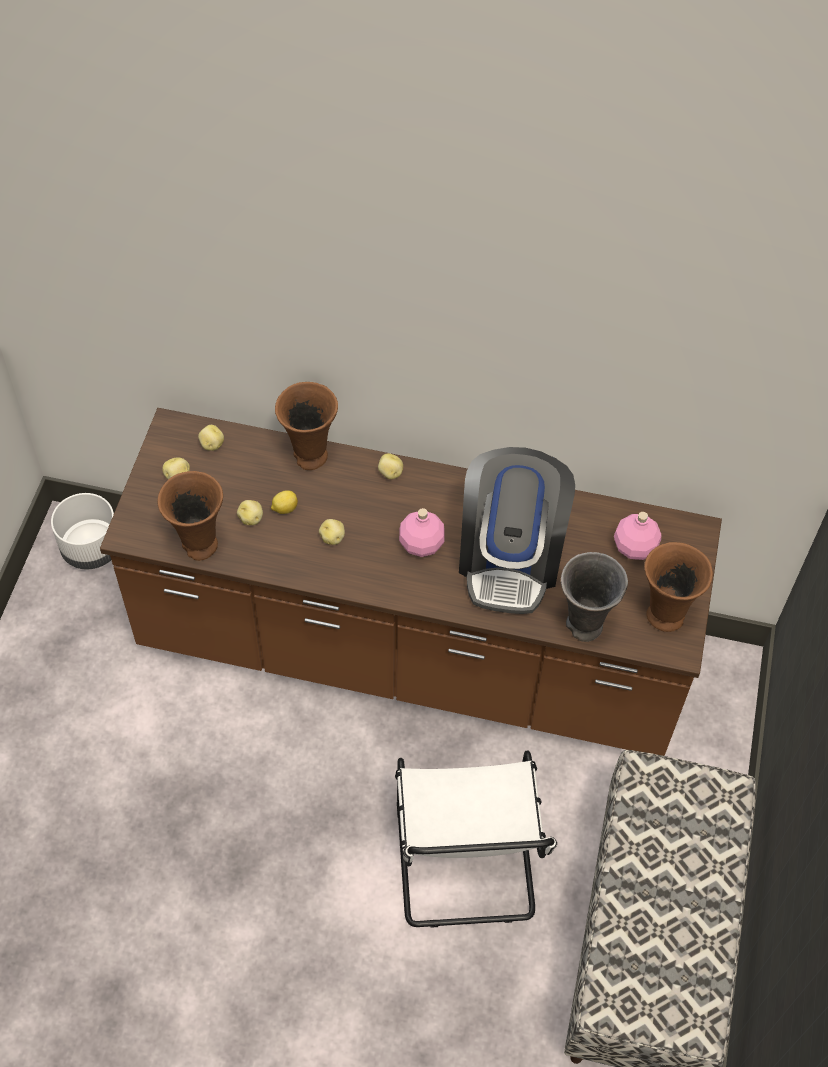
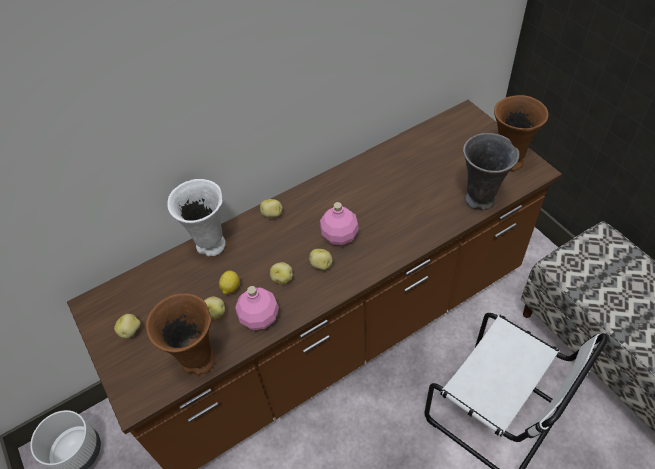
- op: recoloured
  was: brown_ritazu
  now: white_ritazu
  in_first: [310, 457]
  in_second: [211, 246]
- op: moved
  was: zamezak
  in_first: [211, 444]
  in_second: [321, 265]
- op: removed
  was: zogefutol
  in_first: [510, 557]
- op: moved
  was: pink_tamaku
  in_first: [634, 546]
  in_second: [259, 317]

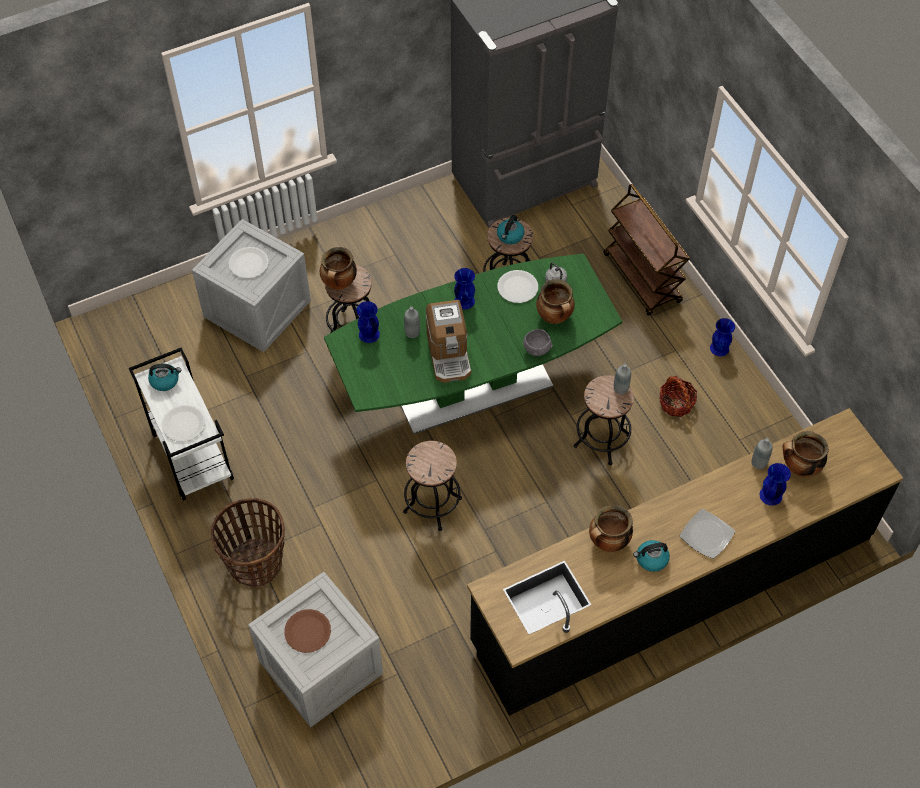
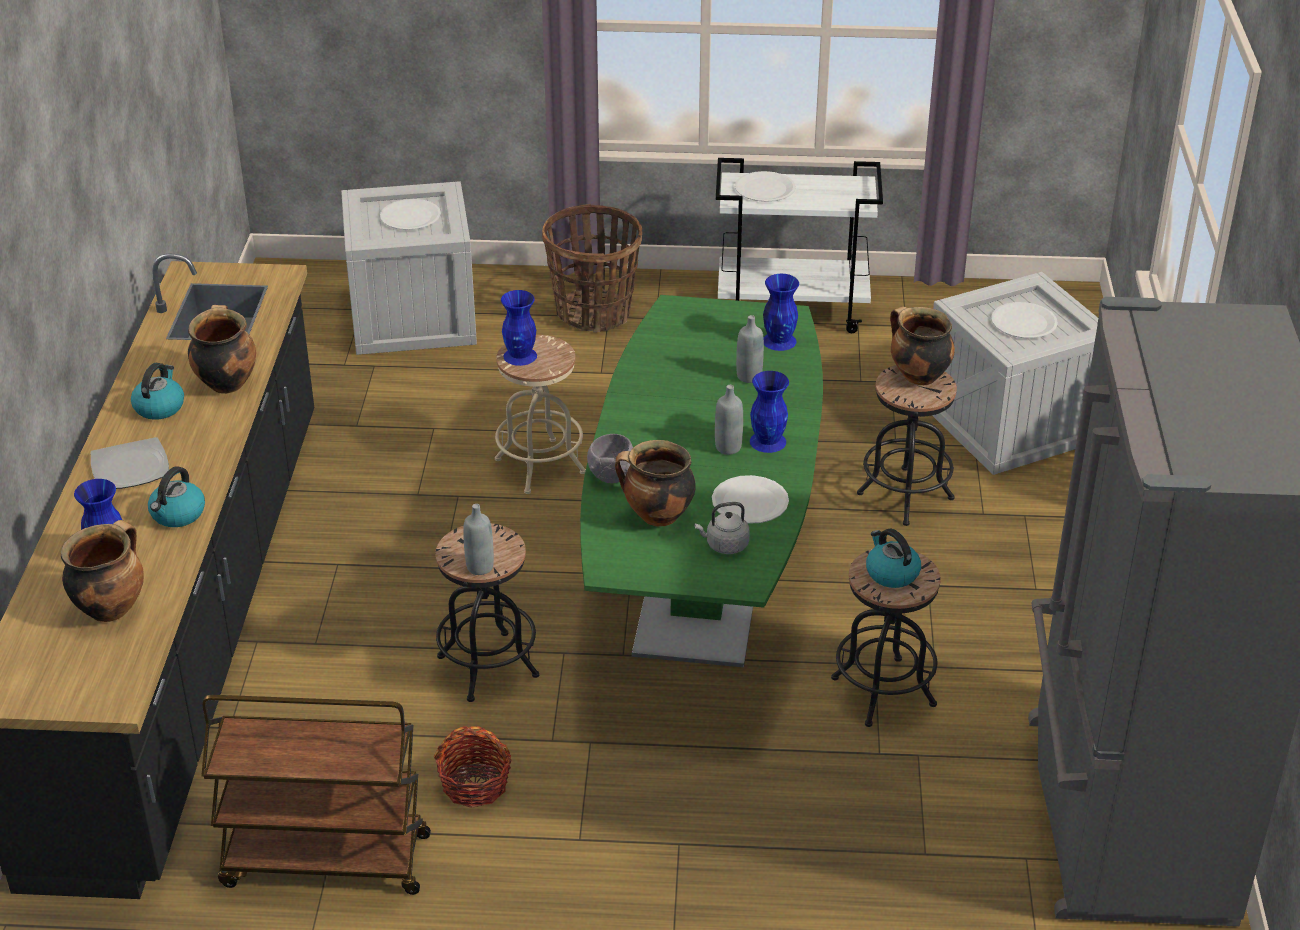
- op: moved
  was: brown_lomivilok
  in_first: [642, 279]
  in_second: [324, 861]
- op: removed
  was: zogefutol
  in_first: [448, 354]
- op: moved
  was: blue_ritazu
  in_first: [719, 348]
  in_second: [520, 356]
- op: moved
  was: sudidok
  in_first: [165, 380]
  in_second: [177, 514]
- op: moved
  was: grey_tamaku
  in_first: [759, 463]
  in_second: [728, 447]
- op: recoloured
  was: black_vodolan
  now: beige_vodolan
  in_first: [432, 505]
  in_second: [540, 466]
- op: recoloured
  was: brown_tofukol
  now: white_tofukol
  in_first: [307, 631]
  in_second: [410, 216]

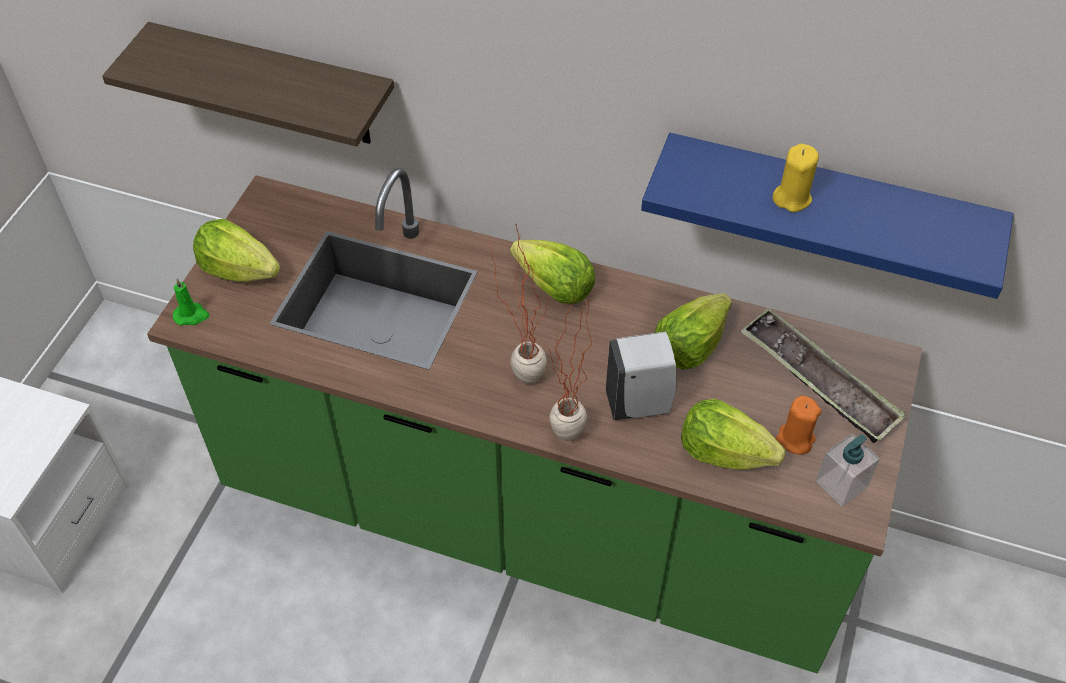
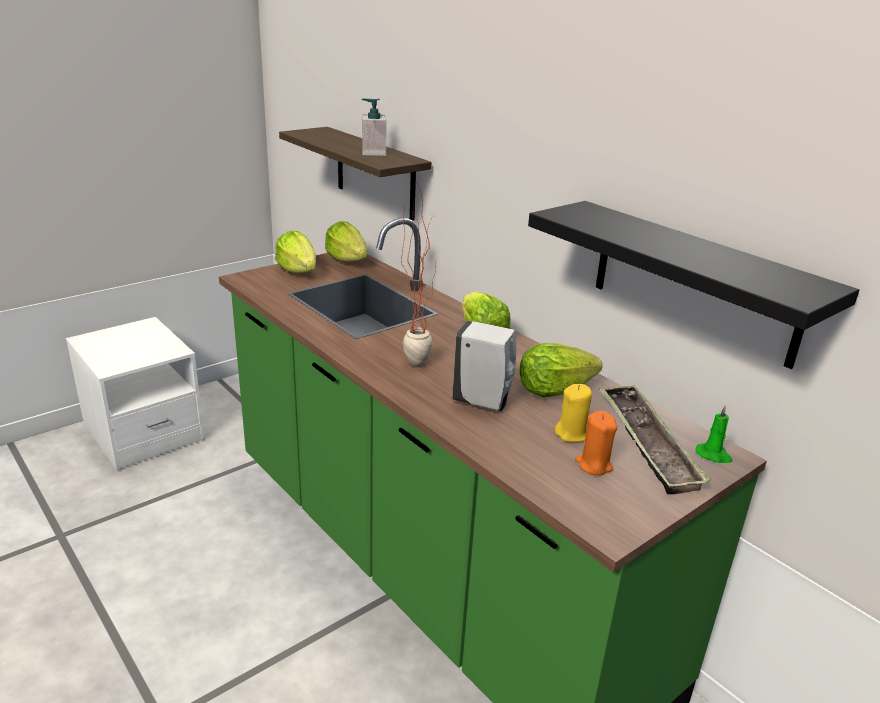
- op: recoloured
  was: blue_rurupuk
  now: black_rurupuk
  in_first: [826, 207]
  in_second: [694, 282]
- op: moved
  was: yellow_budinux
  in_first: [792, 198]
  in_second: [572, 434]
- op: moved
  was: green_budinux
  in_first: [191, 315]
  in_second: [713, 455]
- op: removed
  was: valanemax
  in_first: [563, 443]
- op: moved
  was: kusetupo
  in_first: [723, 452]
  in_second: [347, 260]
- op: moved
  was: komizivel
  in_first: [841, 484]
  in_second: [373, 152]

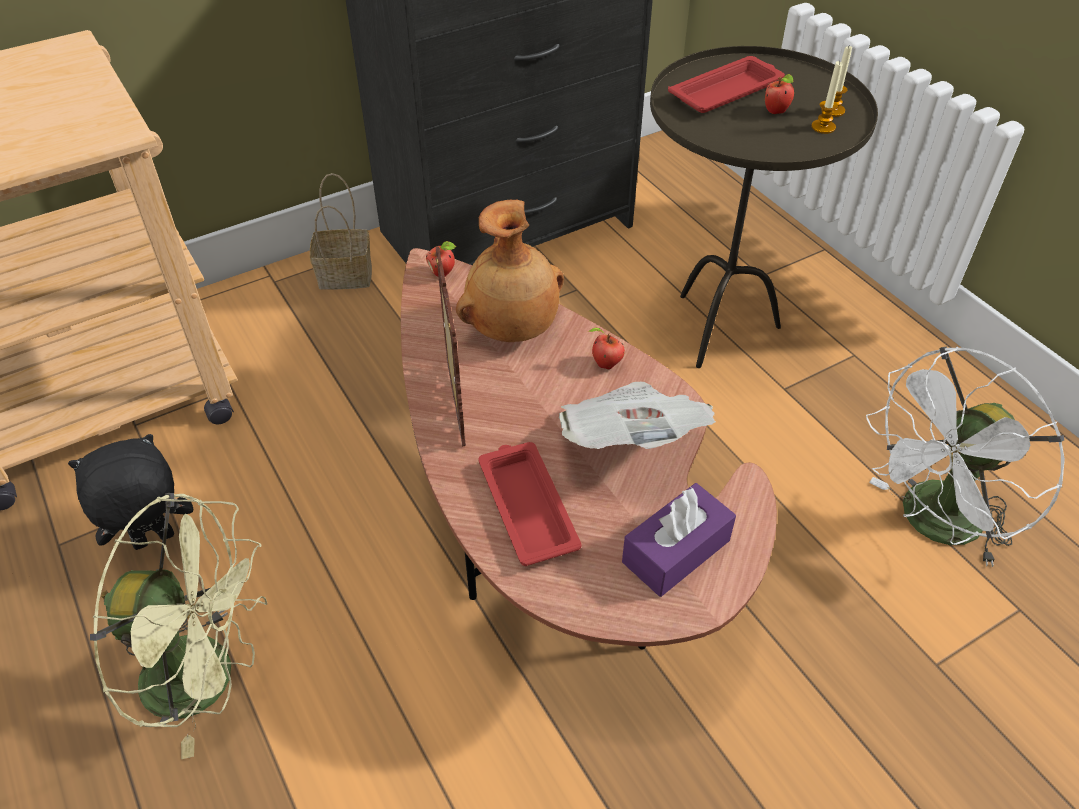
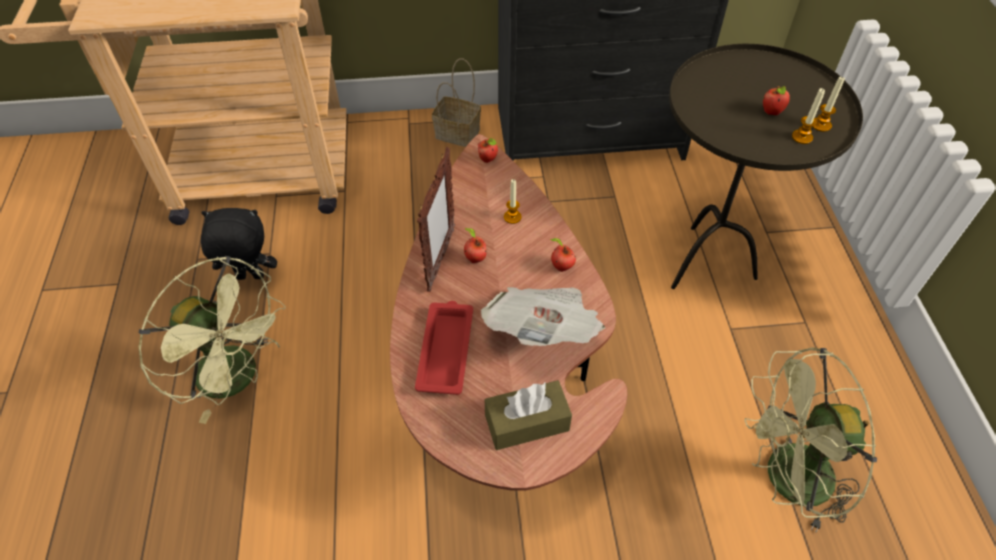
- op: removed
  was: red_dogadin
  in_first: [727, 91]
- op: replaced
  was: brown_ritazu
  now: budinux
  in_first: [513, 328]
  in_second: [512, 217]
- op: recoloured
  was: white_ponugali
  now: green_ponugali
  in_first: [932, 525]
  in_second: [785, 480]
- op: recoloured
  was: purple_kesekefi
  now: brown_kesekefi
  in_first: [676, 551]
  in_second: [527, 422]
- op: added
  now: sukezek
  in_second: [474, 258]

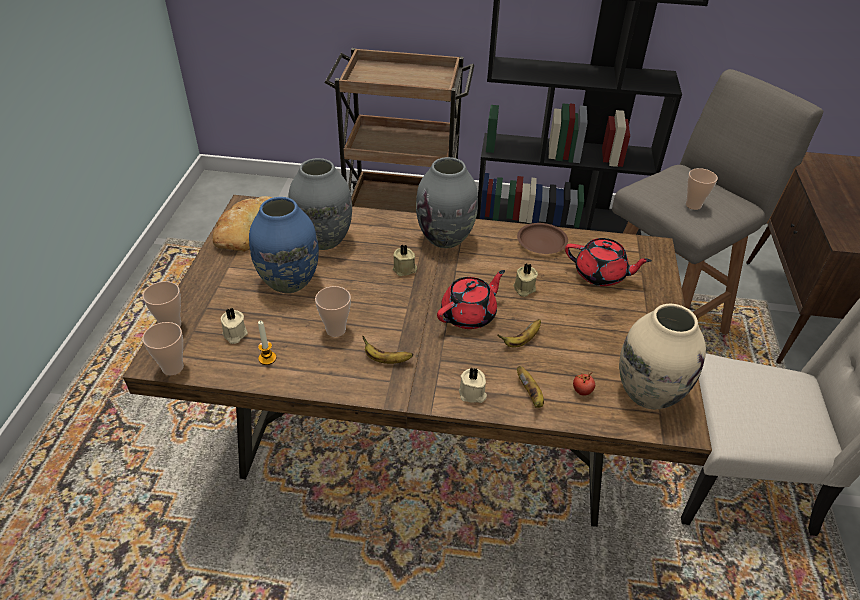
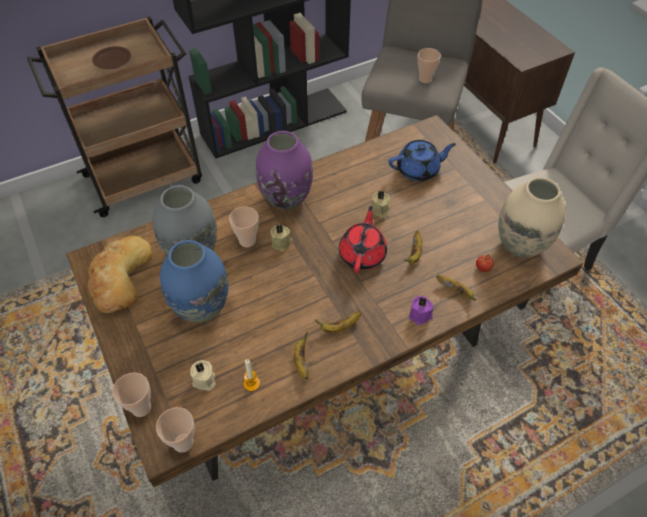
- op: recoloured
  was: grey_ritazu
  now: purple_ritazu
  in_first: [446, 238]
  in_second: [286, 198]
- op: moved
  was: brown_tofukol
  in_first: [541, 242]
  in_second: [112, 61]
- op: recoloured
  was: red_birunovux
  now: blue_birunovux
  in_first: [601, 275]
  in_second: [418, 170]
- op: moved
  was: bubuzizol
  in_first: [336, 330]
  in_second: [247, 241]
- op: recoloured
  was: beige_budinux
  now: purple_budinux
  in_first: [472, 394]
  in_second: [420, 315]
- op: added
  now: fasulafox
  in_second: [301, 362]

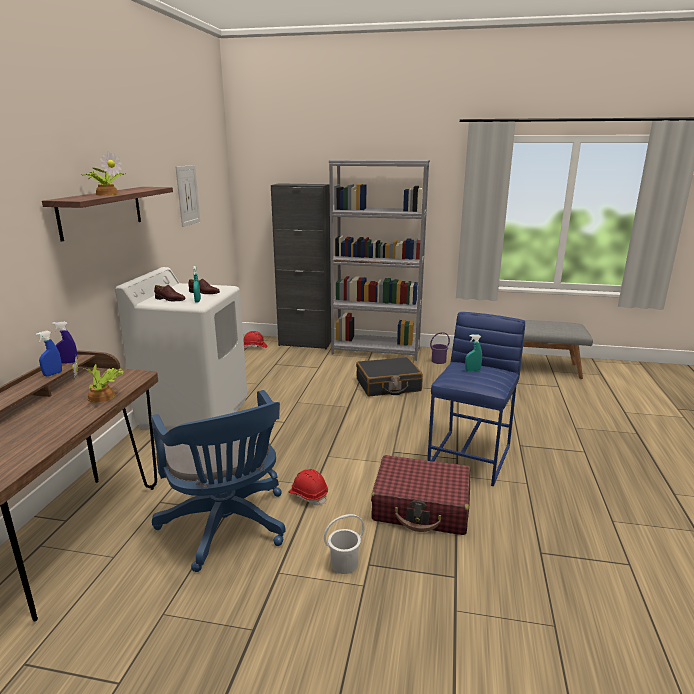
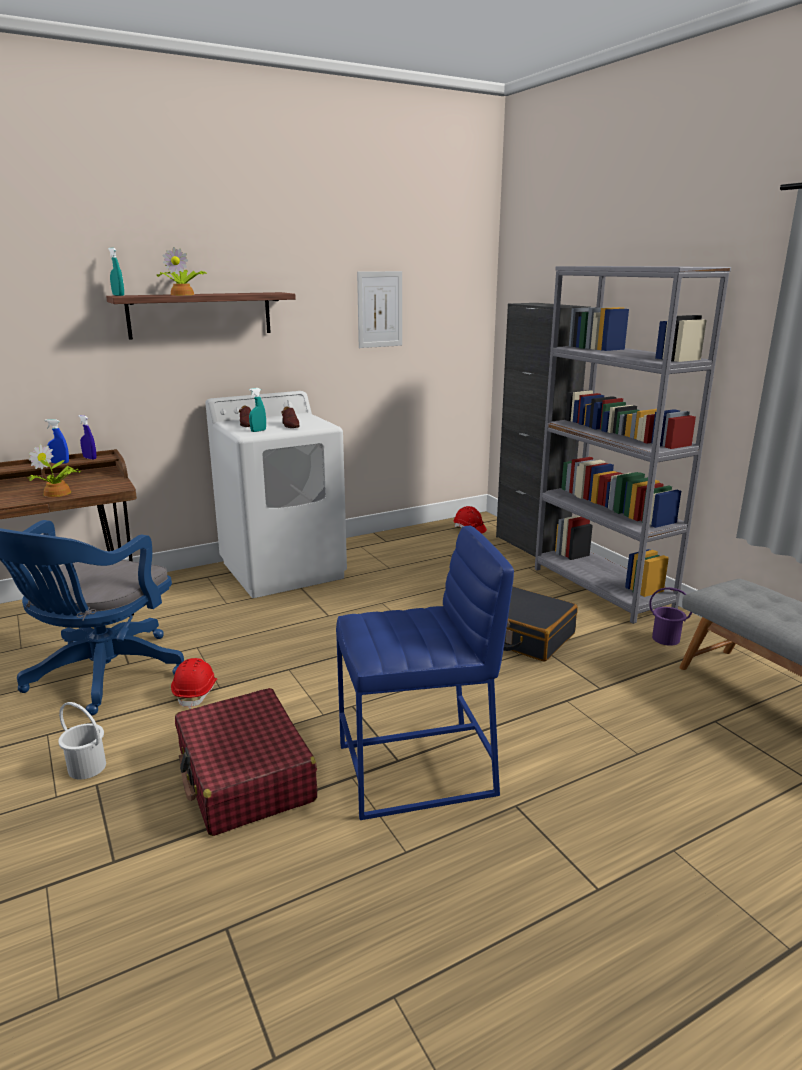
- op: moved
  was: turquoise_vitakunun
  in_first: [472, 370]
  in_second: [118, 295]

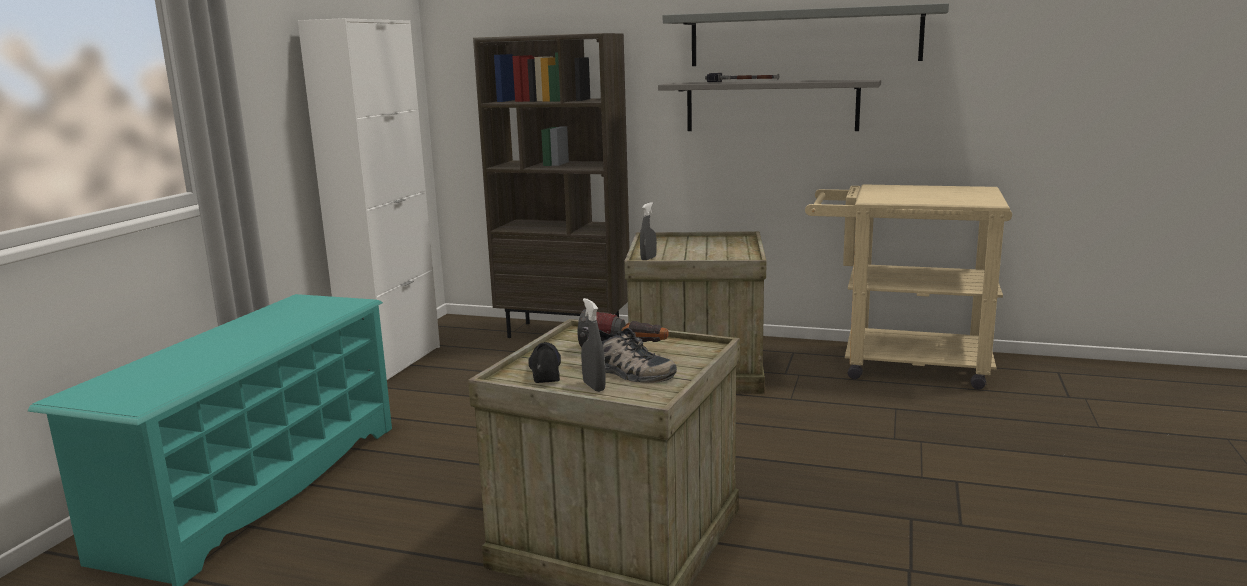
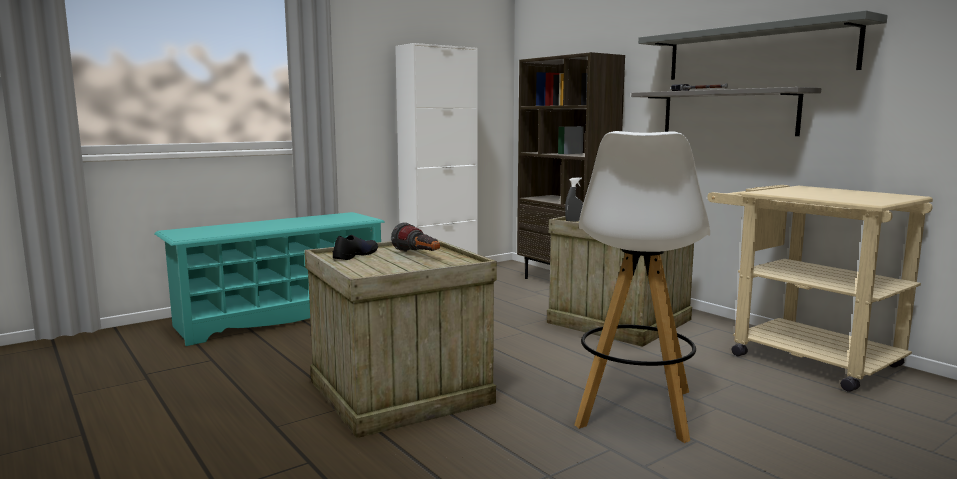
- op: removed
  was: grey_vitakunun
  in_first: [594, 386]
- op: removed
  was: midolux
  in_first: [626, 371]
- op: added
  now: white_vodolan
  in_second: [634, 409]

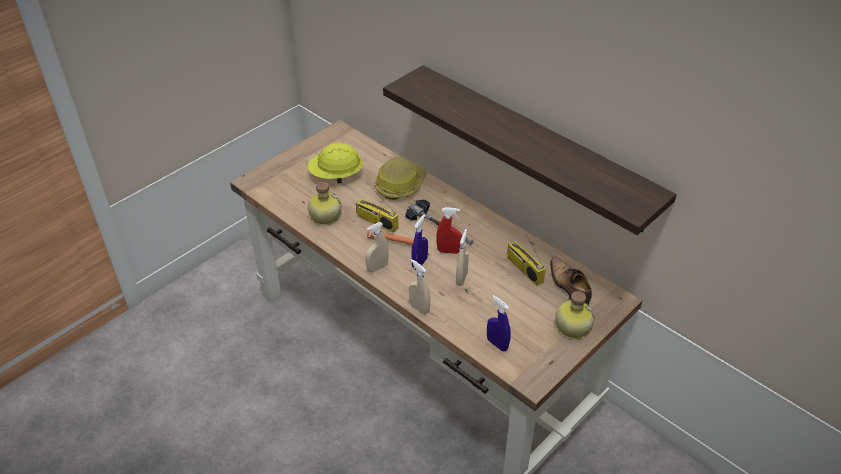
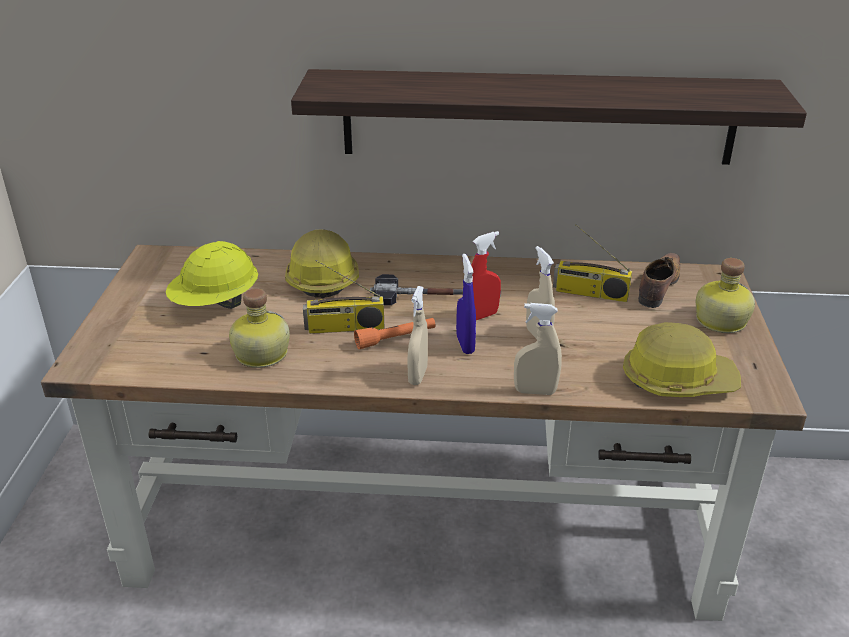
- op: turned
  was: midolux
  in_first: [568, 286]
  in_second: [658, 287]
  clockwise: 90
- op: replaced
  was: blue_vitakunun
  now: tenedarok
  in_first: [497, 344]
  in_second: [677, 379]

